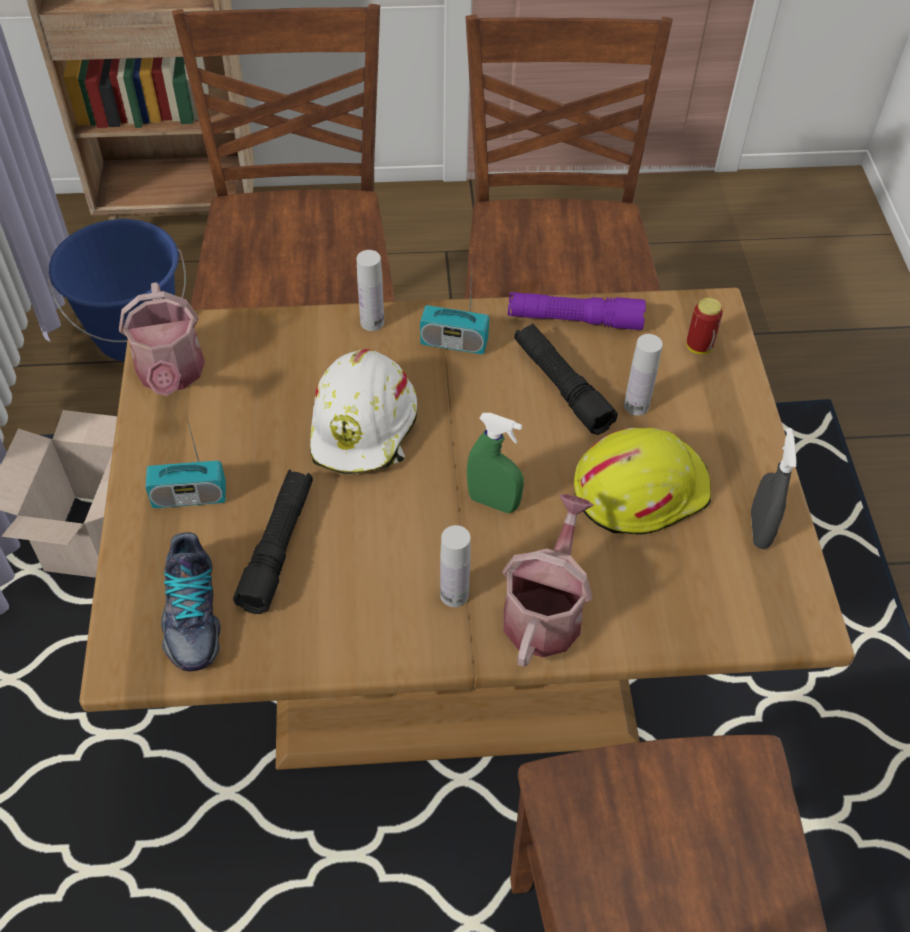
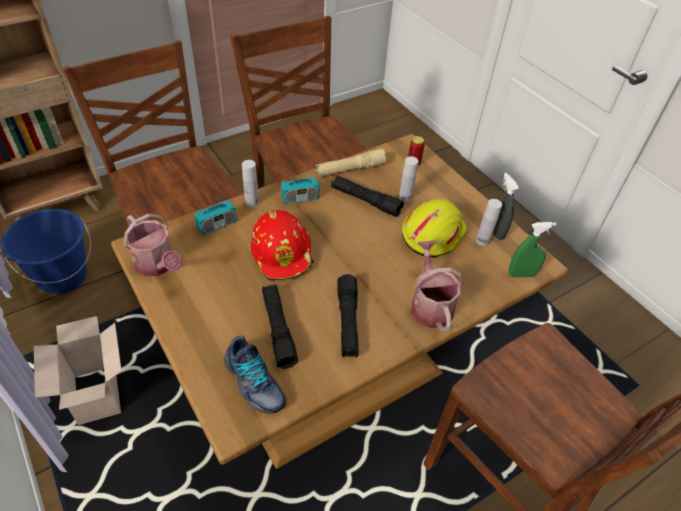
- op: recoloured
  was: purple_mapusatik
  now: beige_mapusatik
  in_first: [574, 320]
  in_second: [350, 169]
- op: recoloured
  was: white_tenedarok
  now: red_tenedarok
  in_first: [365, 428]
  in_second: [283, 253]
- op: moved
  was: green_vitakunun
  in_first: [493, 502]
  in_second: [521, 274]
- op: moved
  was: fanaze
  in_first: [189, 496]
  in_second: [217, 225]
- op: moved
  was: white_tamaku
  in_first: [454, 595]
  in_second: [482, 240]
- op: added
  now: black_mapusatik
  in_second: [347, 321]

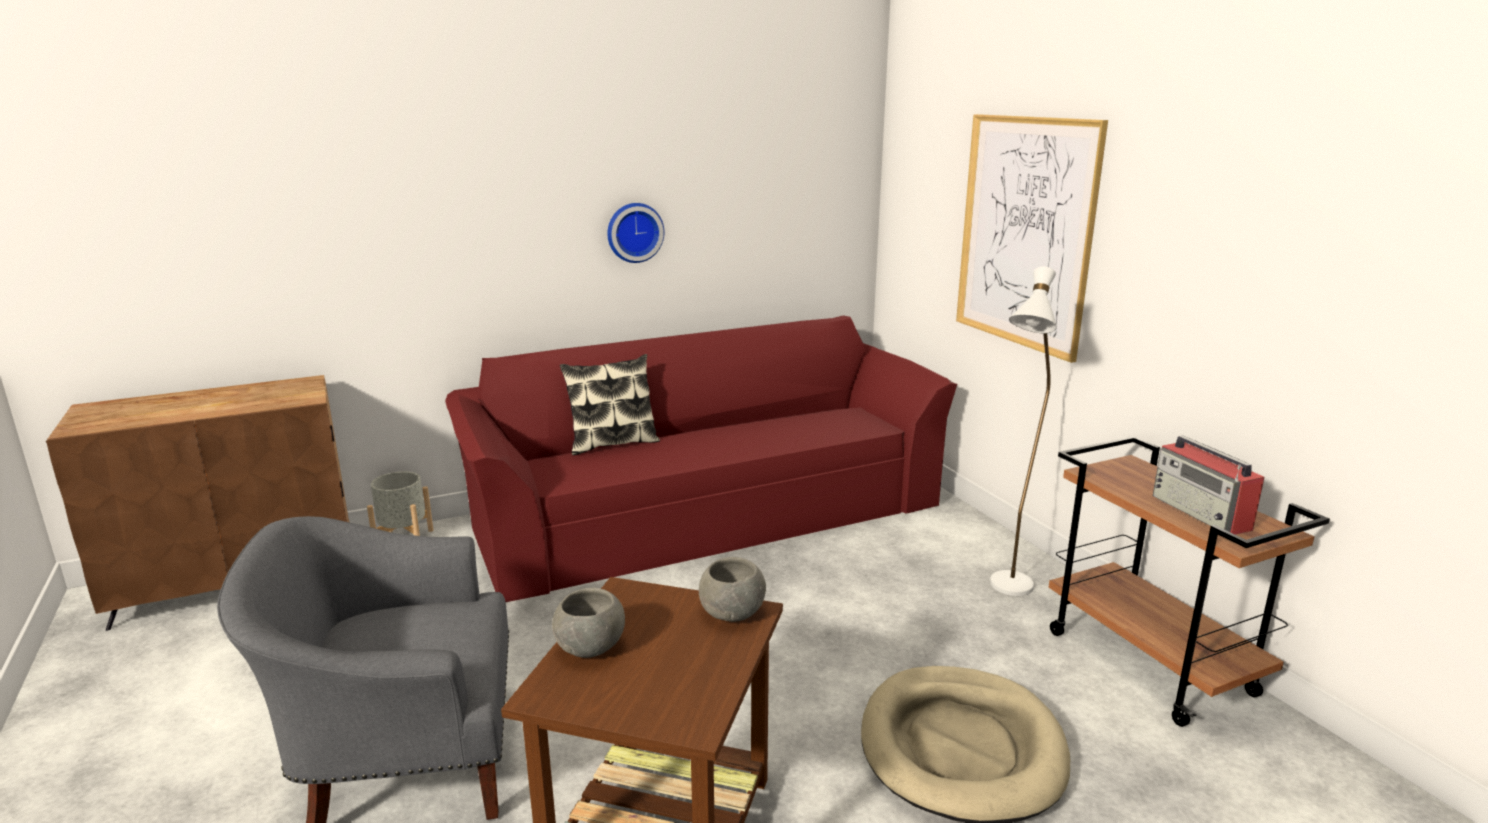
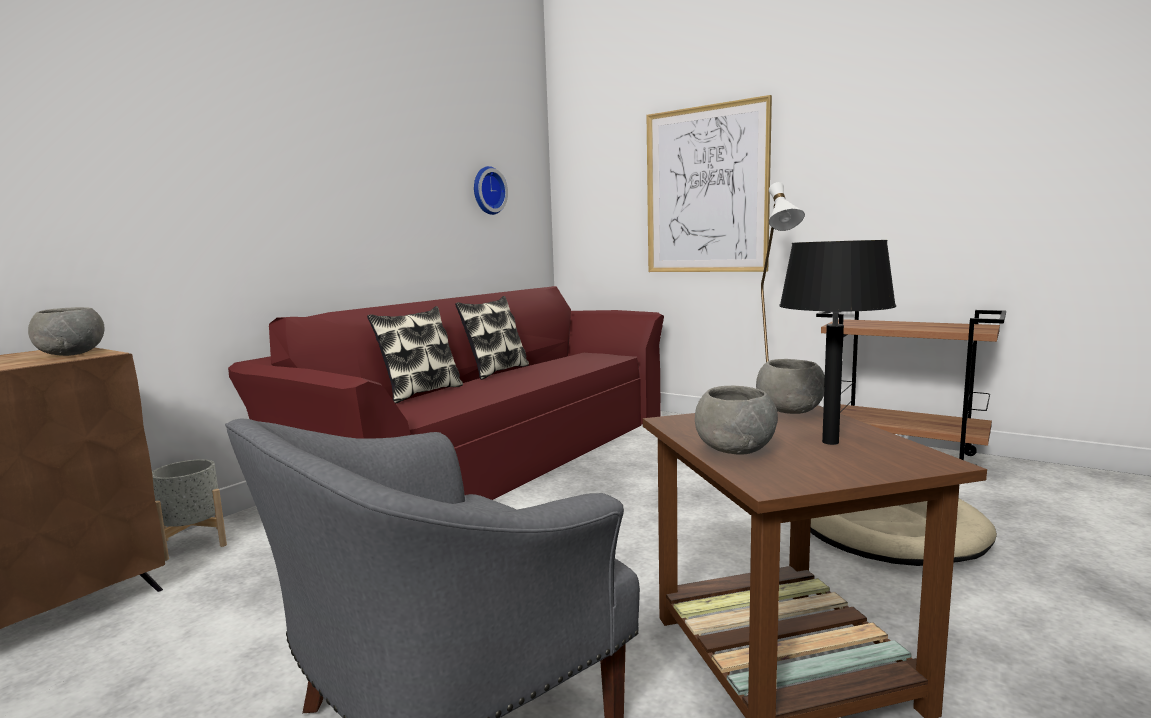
- op: moved
  was: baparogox
  in_first: [634, 232]
  in_second: [487, 191]
- op: removed
  was: fanaze
  in_first: [1201, 513]
- op: added
  now: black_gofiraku
  in_second: [829, 442]
- op: added
  now: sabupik
  in_second: [495, 371]
- op: added
  now: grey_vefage
  in_second: [72, 354]

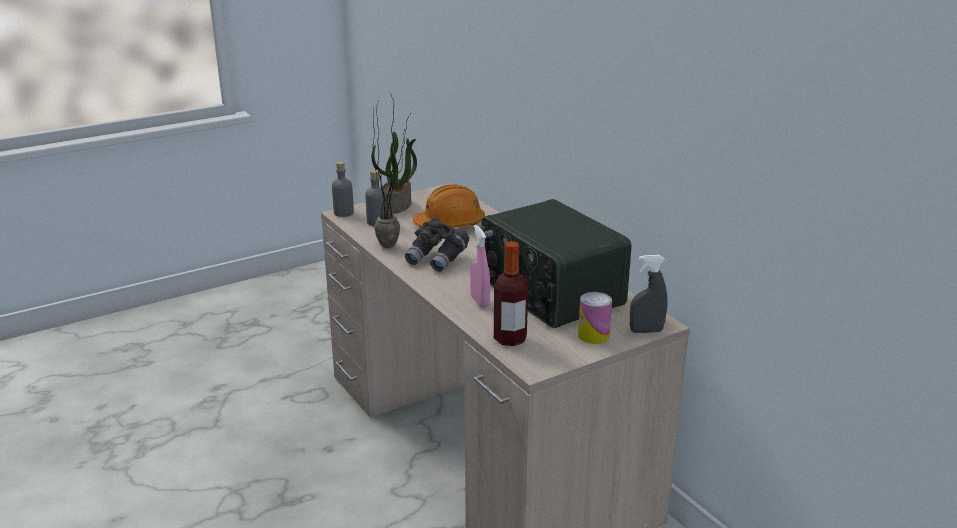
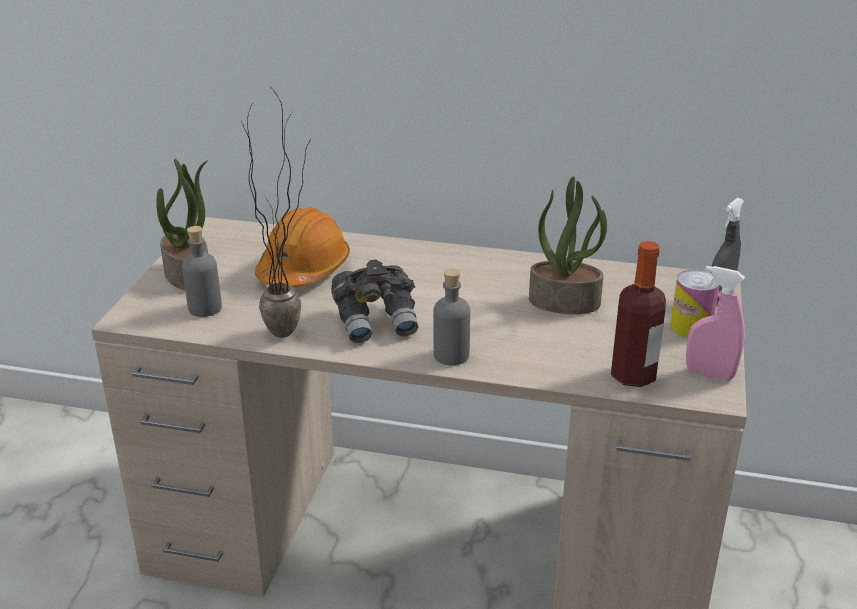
- op: moved
  was: grey_tamaku
  in_first: [343, 213]
  in_second: [451, 355]
- op: replaced
  was: fanaze
  now: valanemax
  in_first: [549, 293]
  in_second: [565, 302]
- op: moved
  was: pink_vitakunun
  in_first: [480, 302]
  in_second: [709, 374]

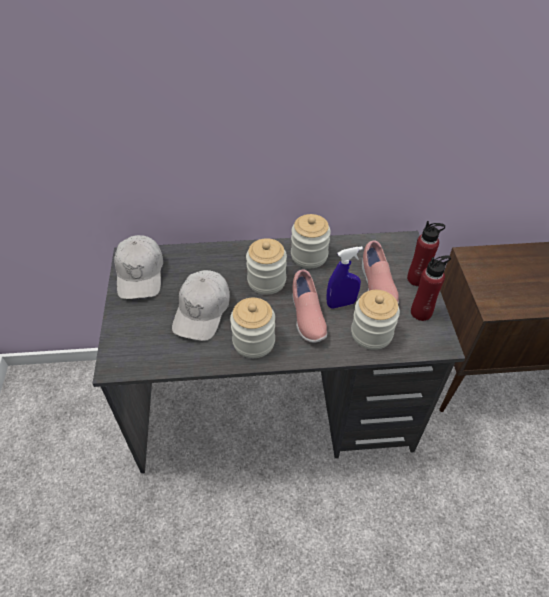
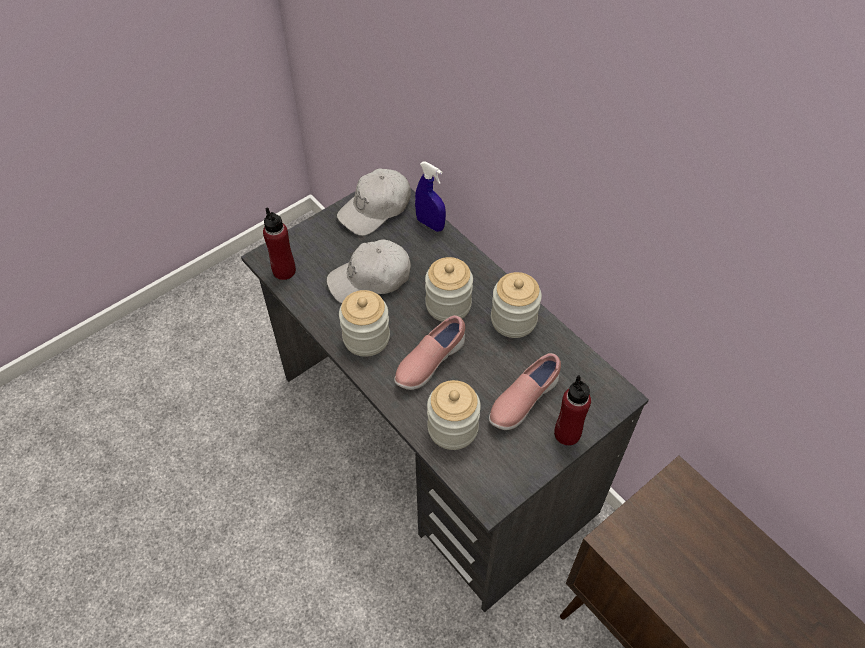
- op: moved
  was: blue_vitakunun
  in_first: [341, 303]
  in_second: [430, 224]
- op: moved
  was: red_tamaku
  in_first: [421, 312]
  in_second: [284, 271]

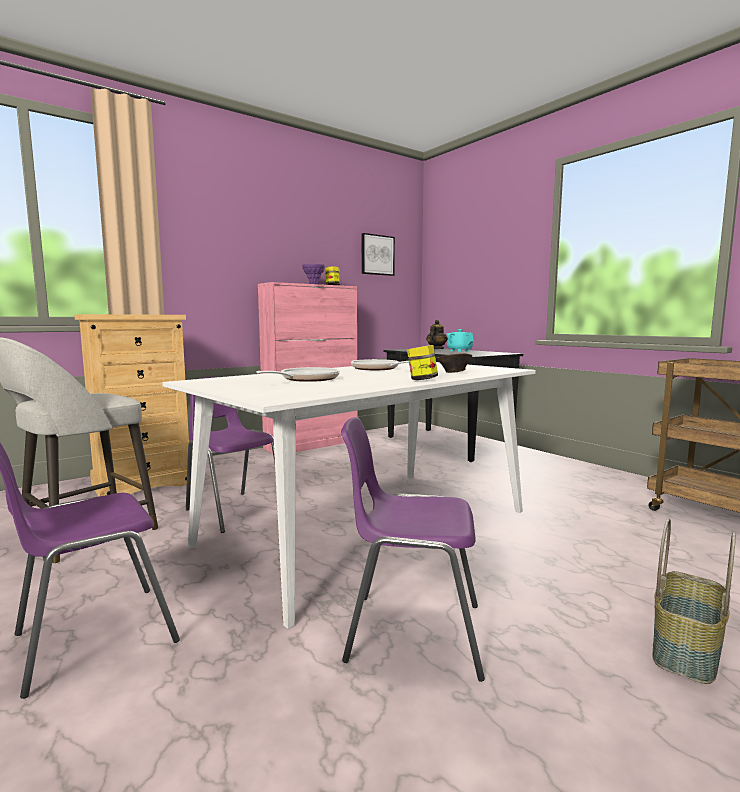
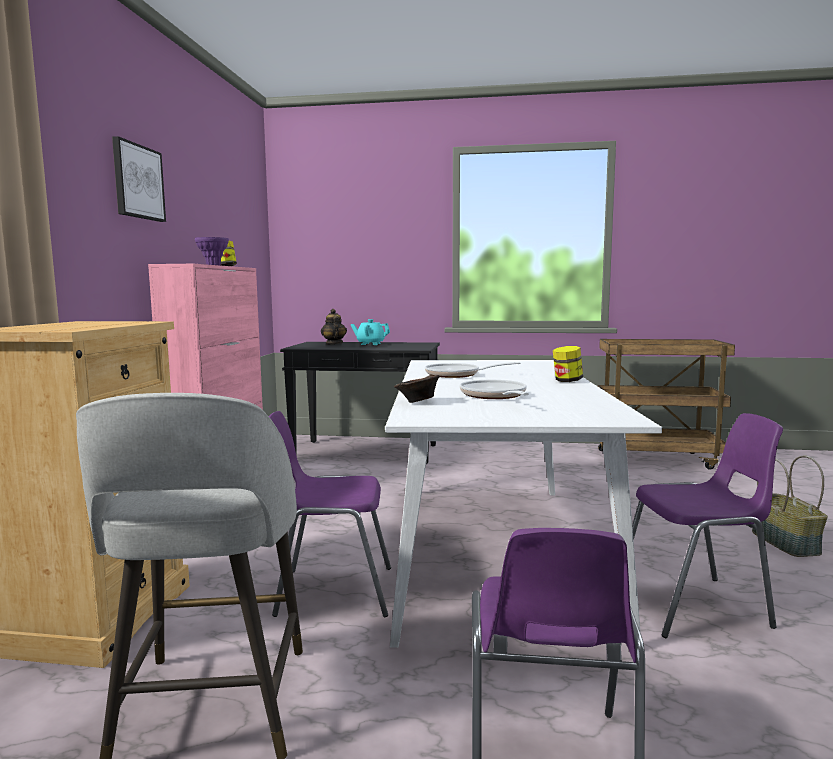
- op: moved
  was: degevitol
  in_first: [377, 255]
  in_second: [137, 182]
- op: moved
  was: brown_vefage
  in_first: [453, 373]
  in_second: [417, 402]
- op: turned
  was: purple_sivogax
  in_first: [411, 632]
  in_second: [695, 605]
  clockwise: -150

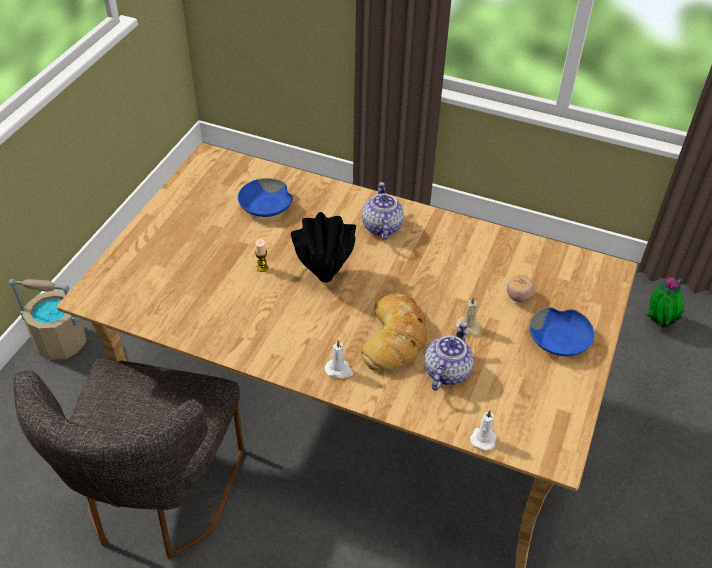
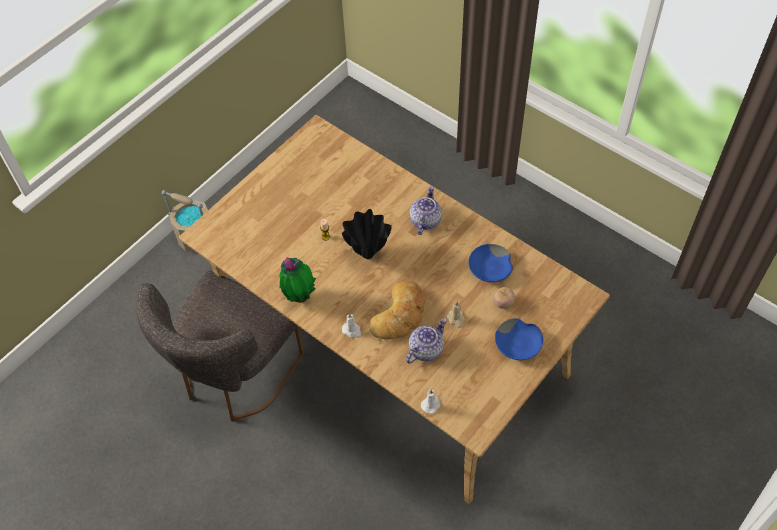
- op: moved
  was: blue_vefage
  in_first: [266, 206]
  in_second: [490, 269]
- op: moved
  was: valanemax
  in_first: [658, 323]
  in_second: [299, 296]

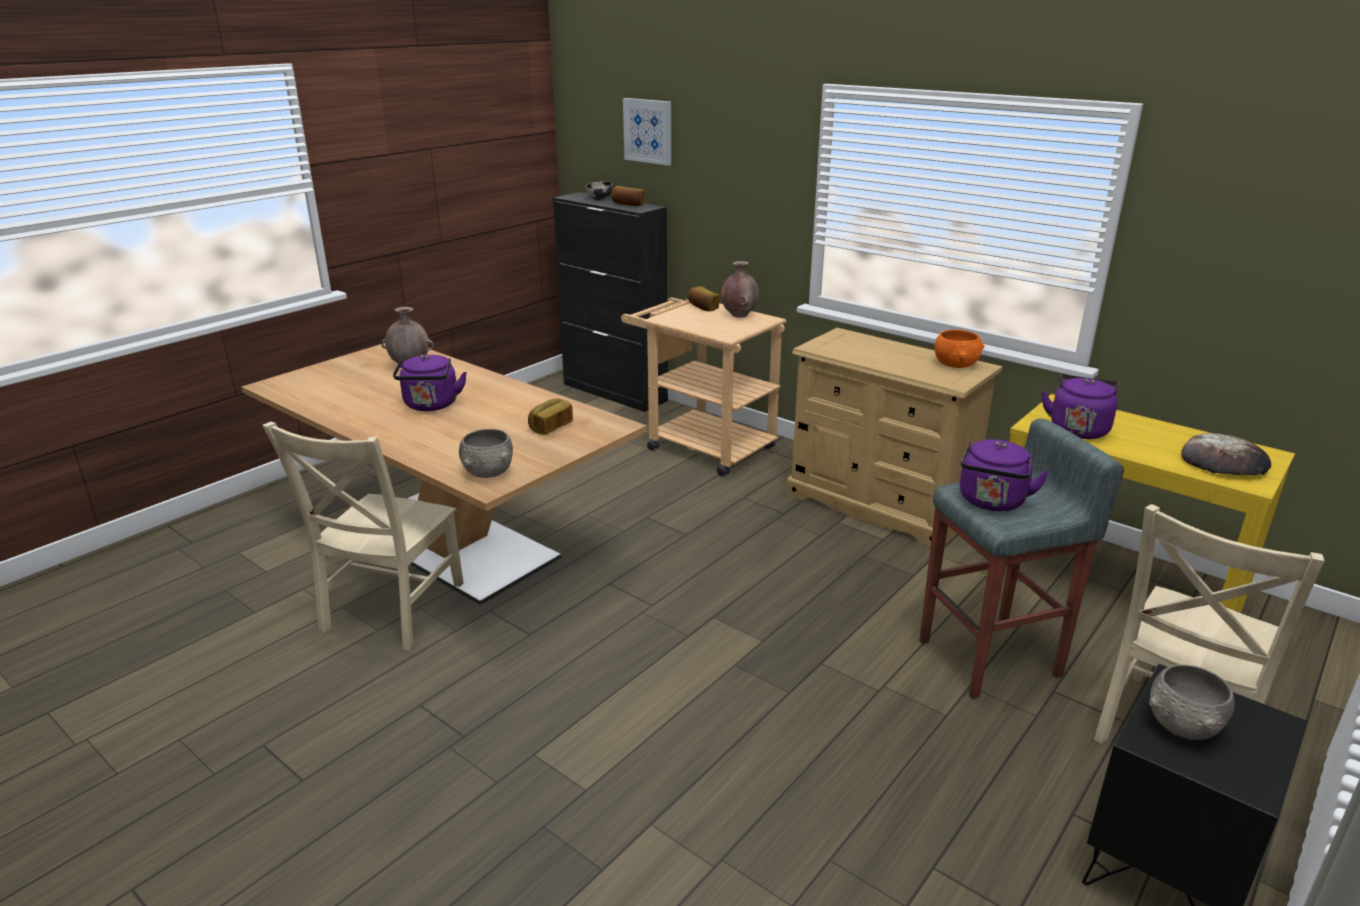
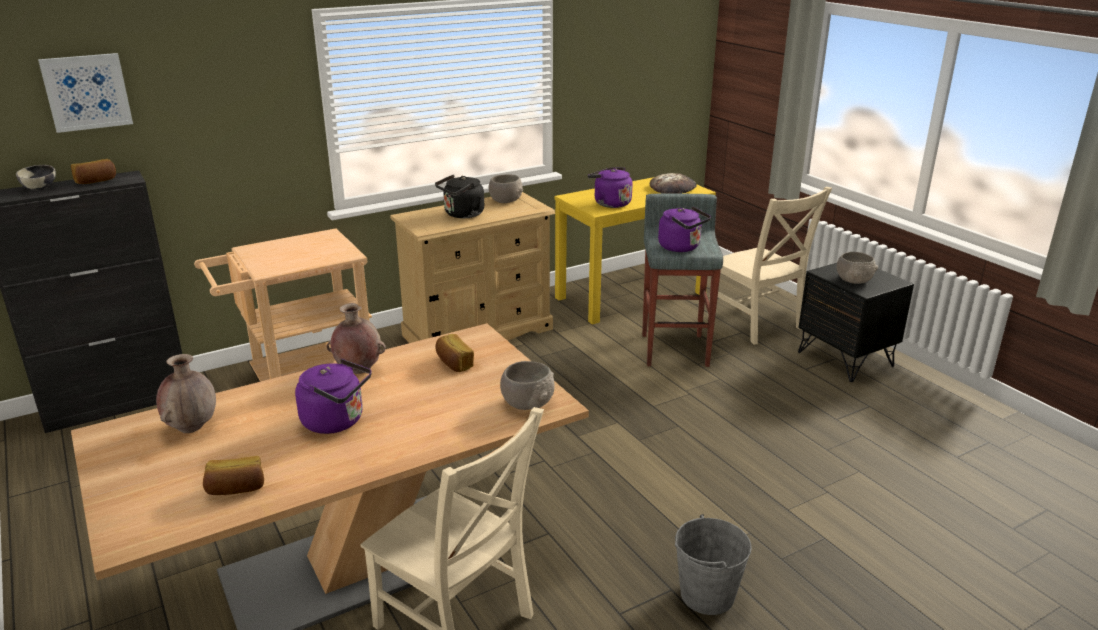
- op: moved
  was: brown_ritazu
  in_first: [739, 315]
  in_second: [358, 370]
- op: moved
  was: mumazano
  in_first: [702, 307]
  in_second: [236, 489]
- op: recoloured
  was: orange_vefage
  now: grey_vefage
  in_first: [956, 364]
  in_second: [506, 200]
- op: added
  now: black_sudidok
  in_second: [462, 215]
- op: added
  now: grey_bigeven
  in_second: [707, 595]

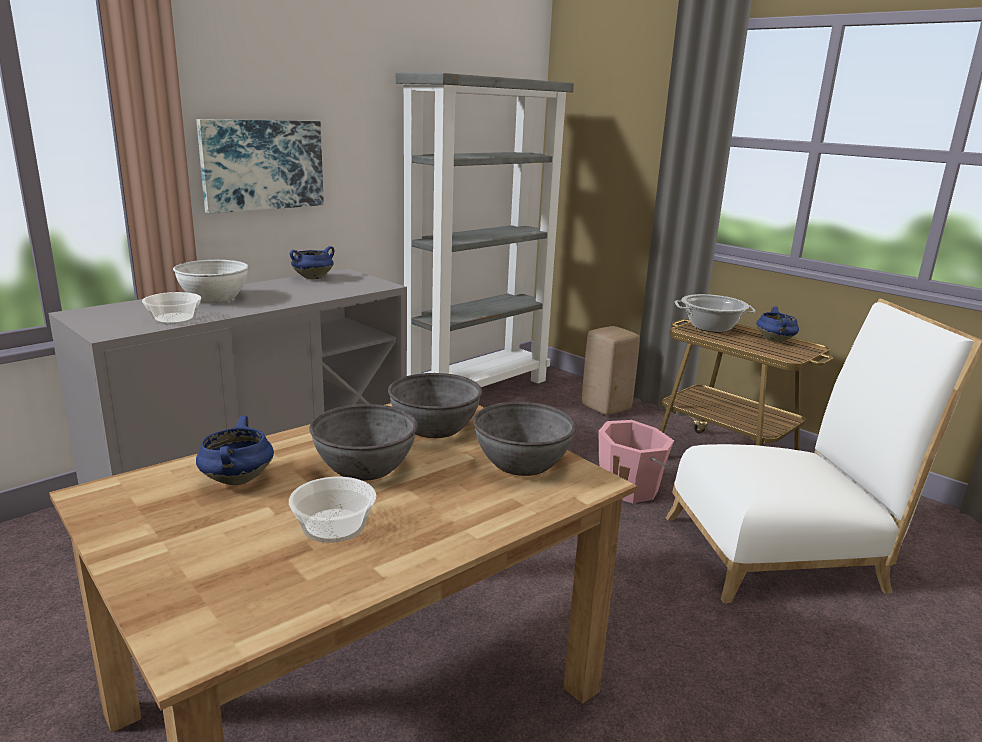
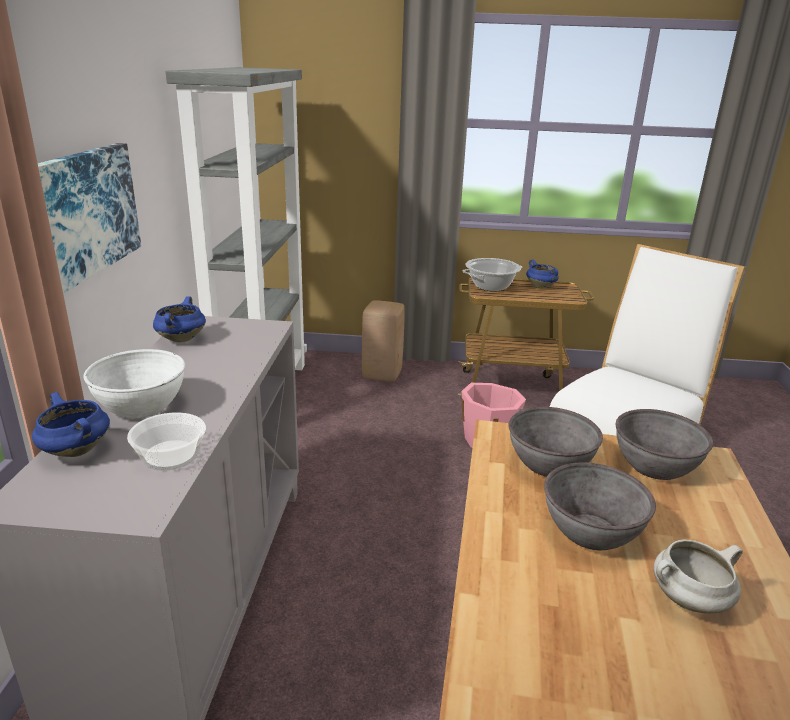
- op: moved
  was: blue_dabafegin
  in_first: [236, 479]
  in_second: [75, 451]
- op: replaced
  was: vefage
  now: white_dabafegin
  in_first: [332, 525]
  in_second: [688, 601]

